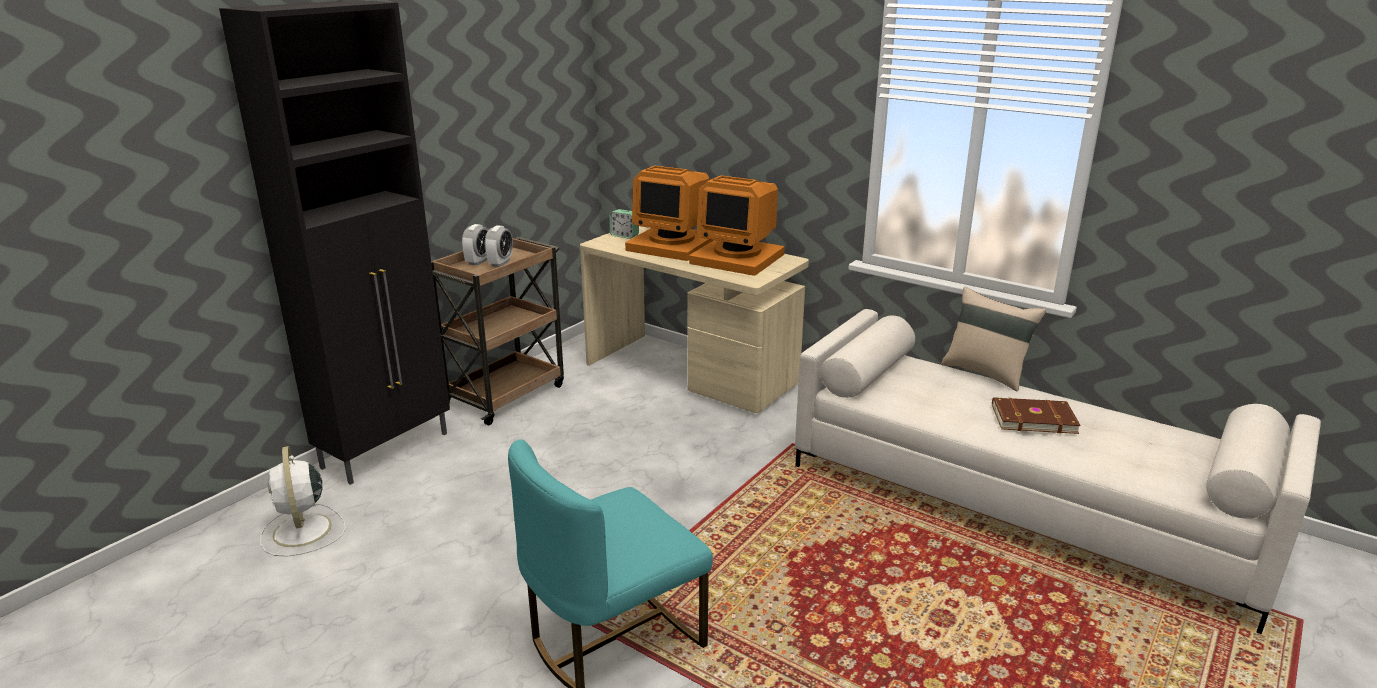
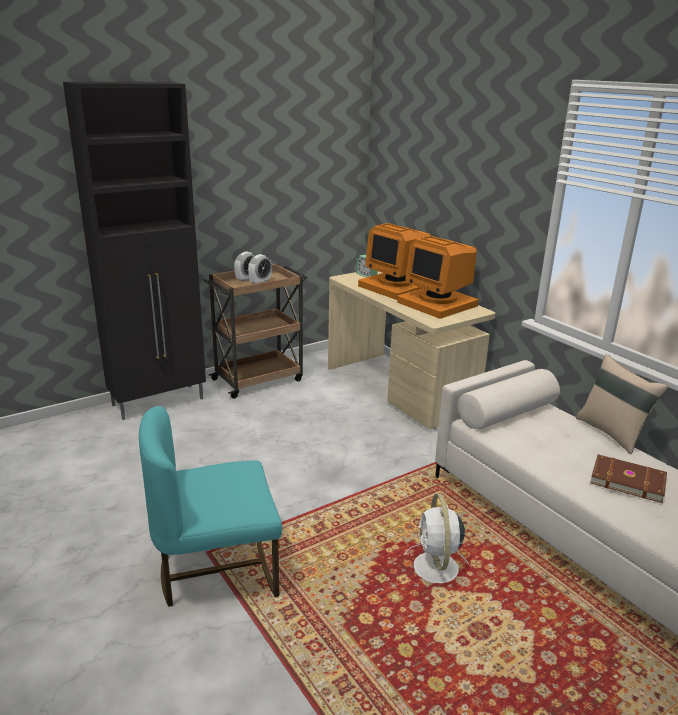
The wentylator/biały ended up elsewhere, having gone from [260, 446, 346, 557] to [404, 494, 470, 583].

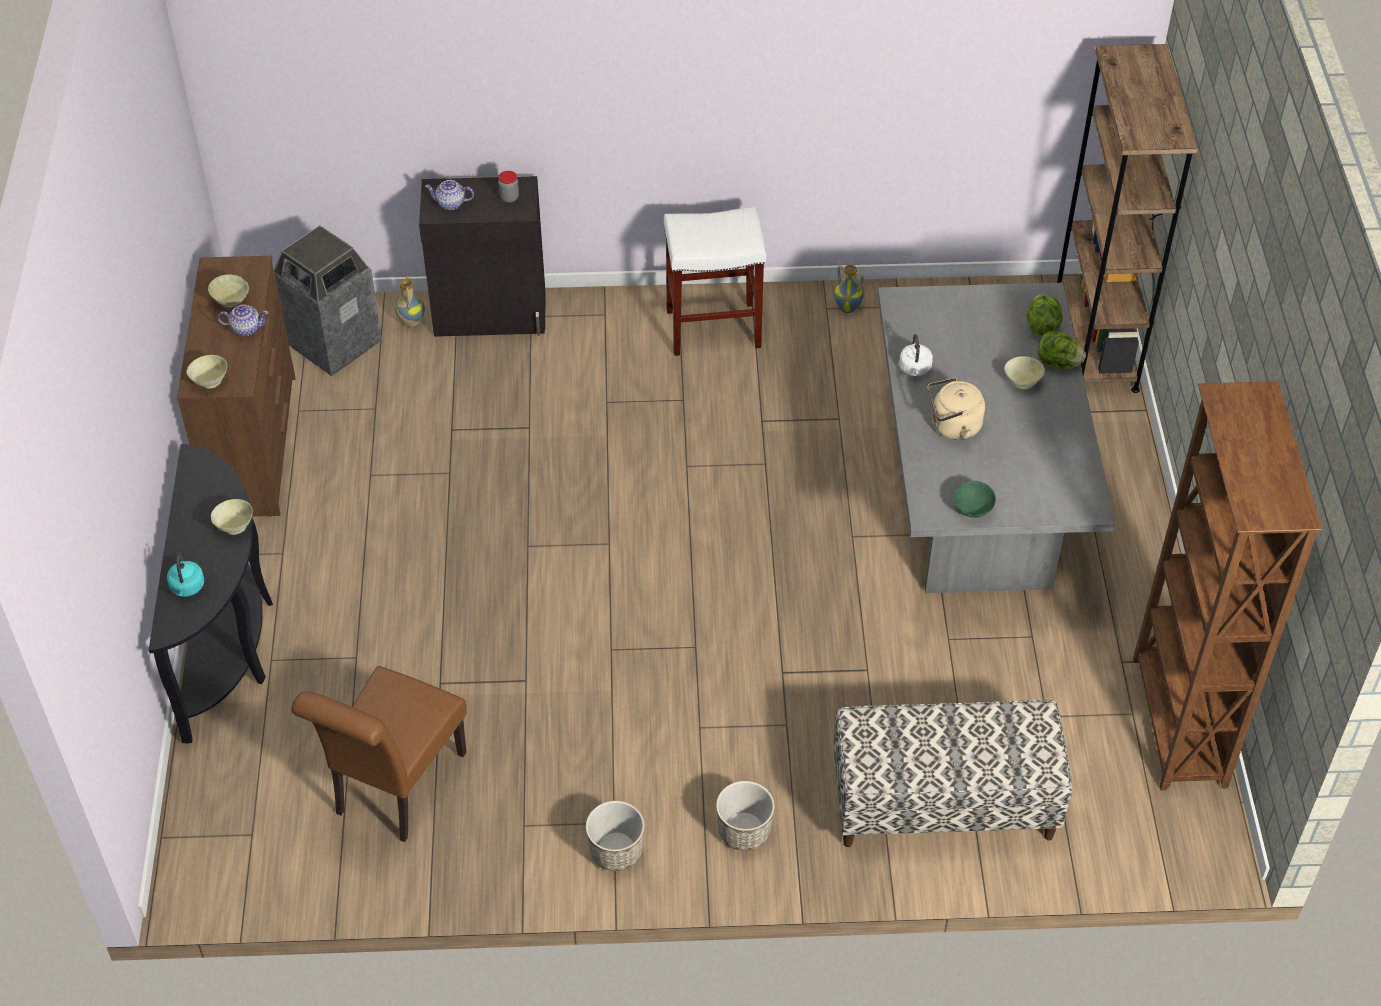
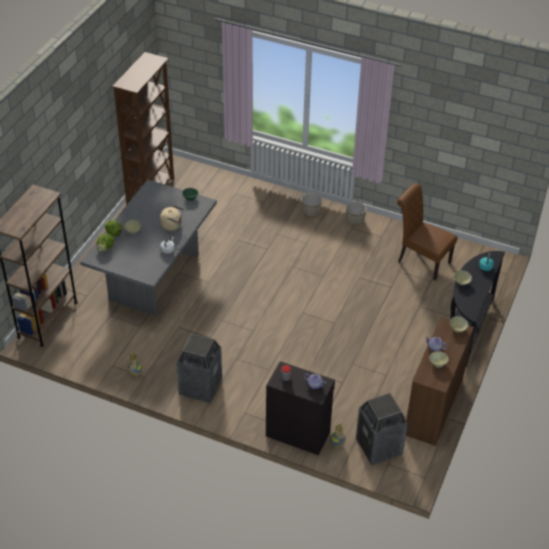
Where the stołek/biały stood at [664, 206, 766, 356], the kosz na śmieci came to stand at [176, 333, 222, 403].
The krzesło/brązowy at [292, 666, 467, 842] ended up facing another way, 105 degrees counterclockwise from before.
The second view lost the ławka at [833, 700, 1072, 847].

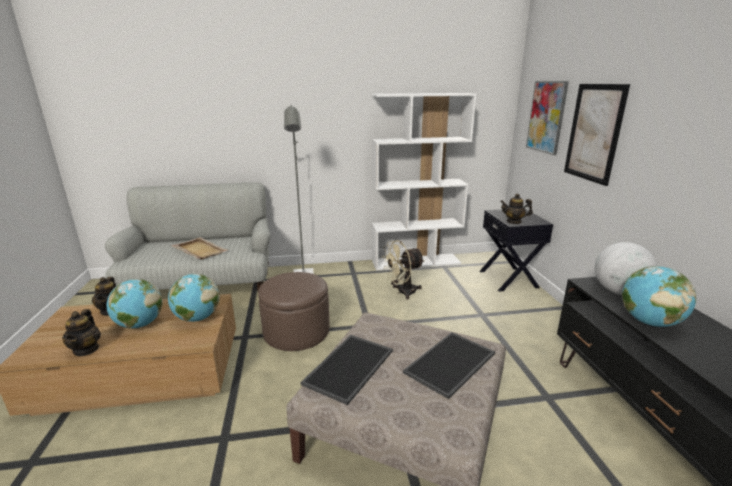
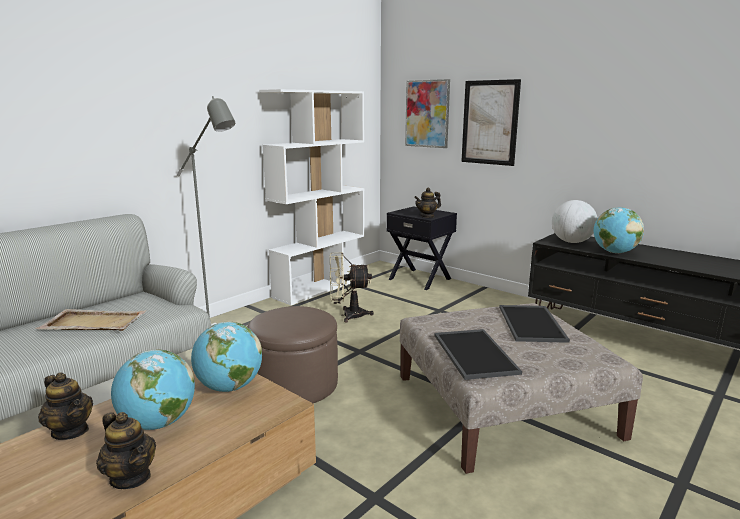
The wentylator/beżowy at [382, 240, 425, 300] ended up facing another way, 60 degrees clockwise from before.

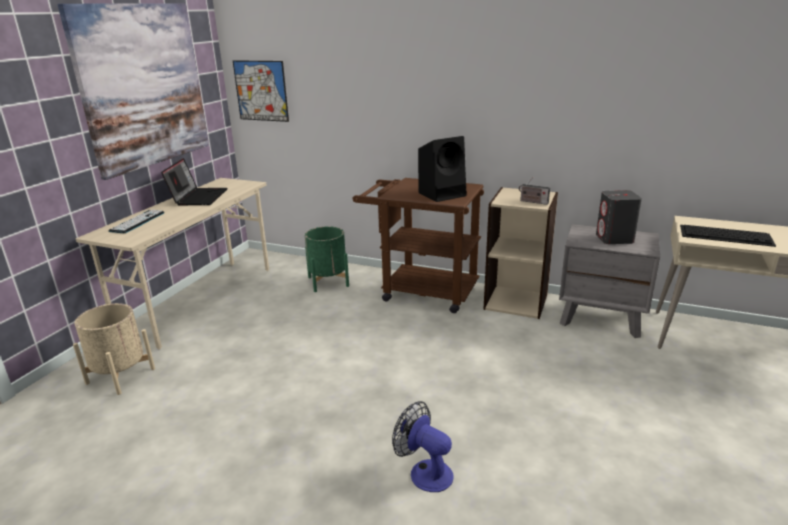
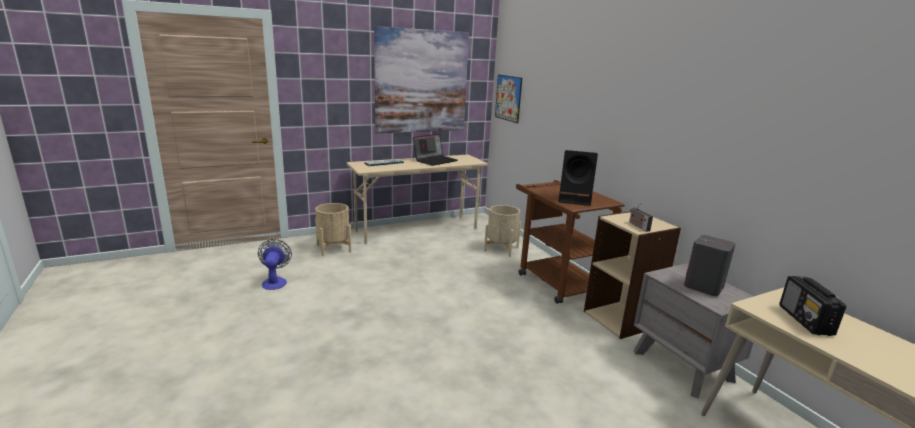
The wentylator ended up elsewhere, having gone from [392, 401, 454, 492] to [258, 239, 292, 290].
What was the donica/zielony at [305, 226, 349, 292] turned into the donica/beżowy at [484, 205, 521, 257].
Where the klawiatura stood at [680, 225, 776, 247], the radio came to stand at [779, 276, 846, 336].

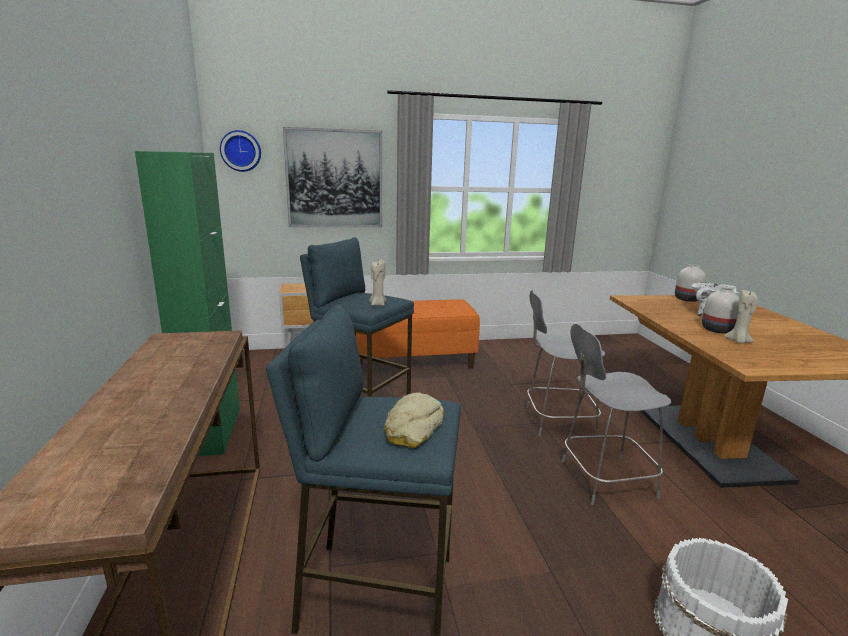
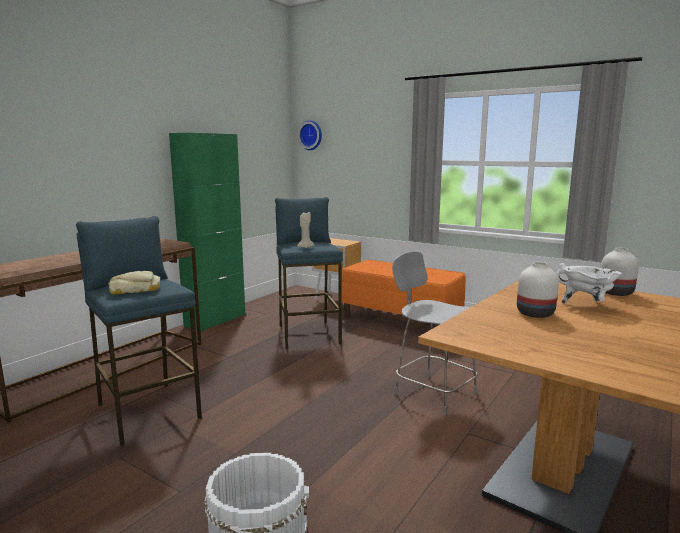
The second view lost the obraz at [283, 127, 382, 227].
The second view lost the krzesło/szary at [561, 324, 671, 505].
The second view lost the świeca/beżowy at [724, 290, 758, 344].

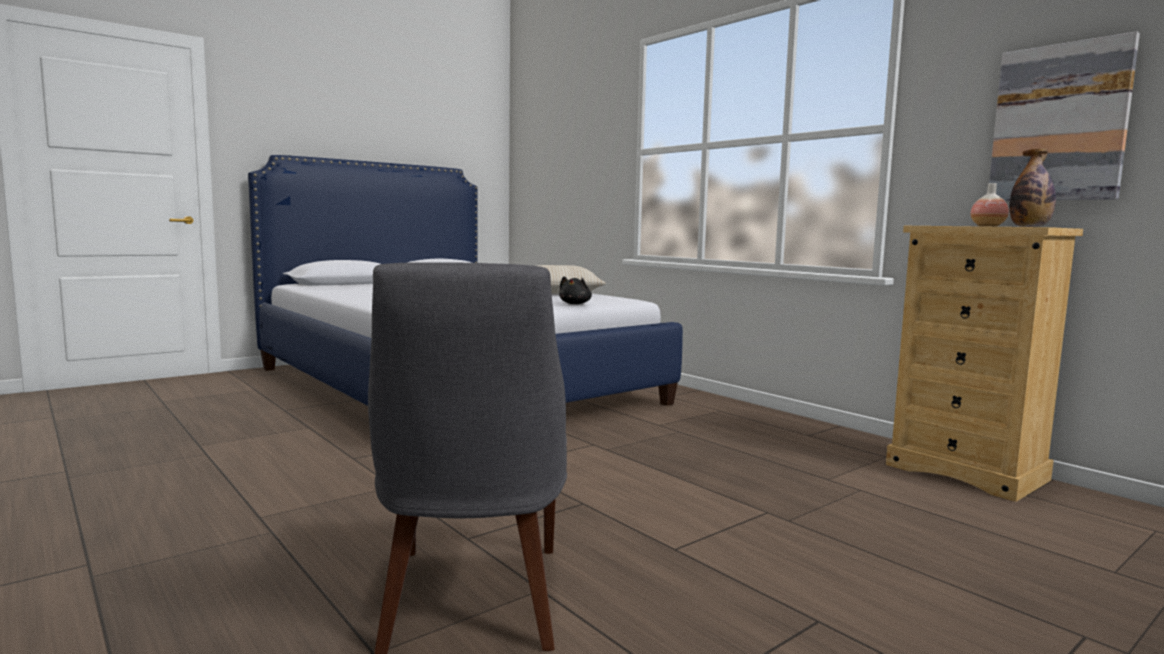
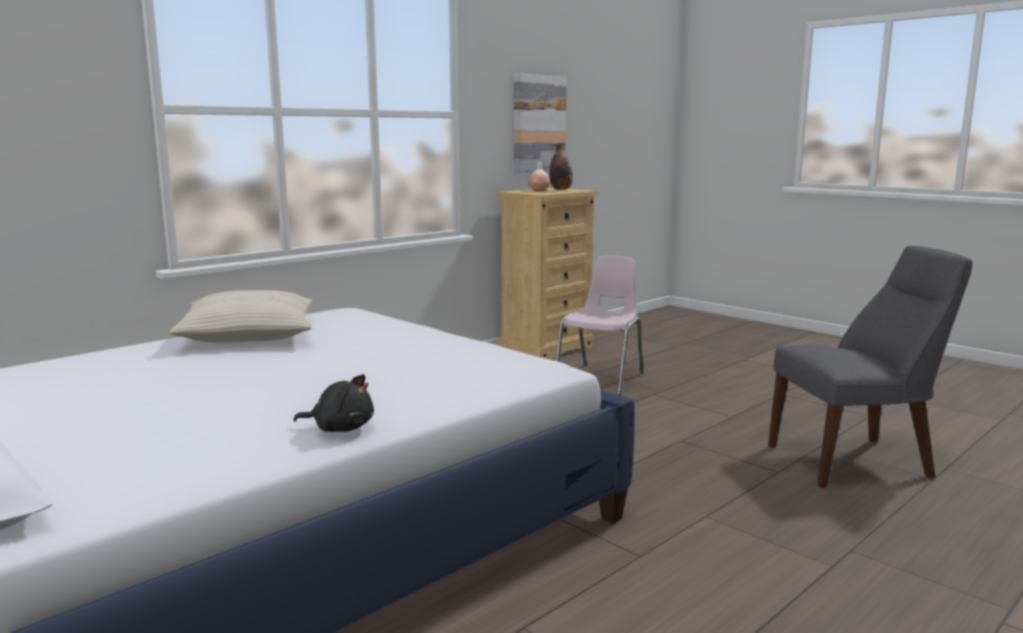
The pluszak/czarny ended up elsewhere, having gone from [559, 276, 592, 304] to [294, 374, 374, 432].
The second view gained the krzesło/różowy at [555, 256, 643, 396].

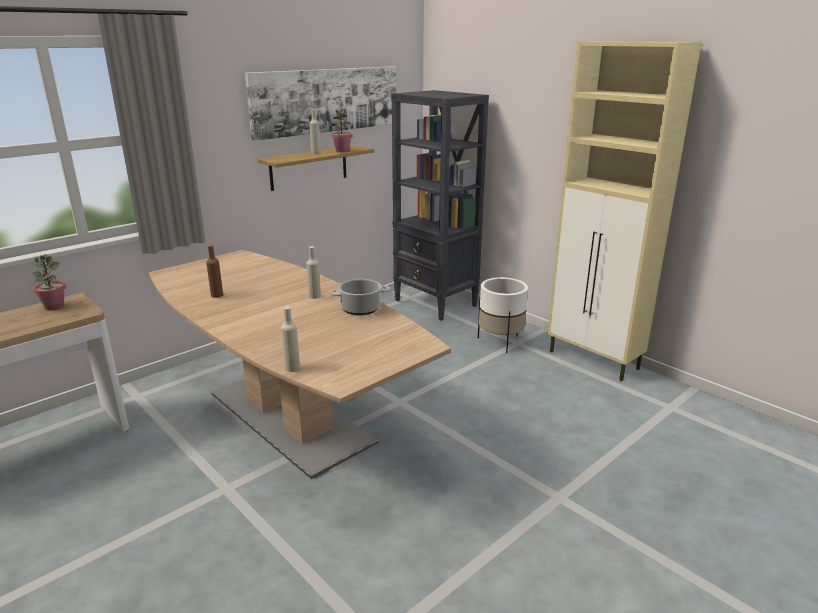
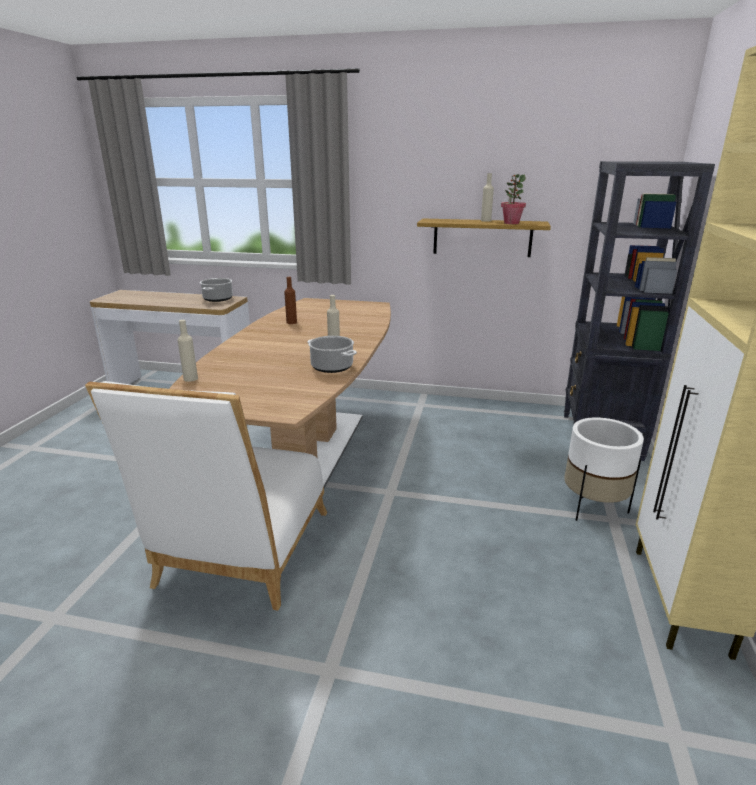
The second view gained the krzesło/biały at [85, 381, 327, 610].
Where the roślina doniczkowa stood at [32, 254, 66, 310], the garnek came to stand at [200, 278, 233, 302].
The second view lost the obraz at [245, 66, 396, 141].

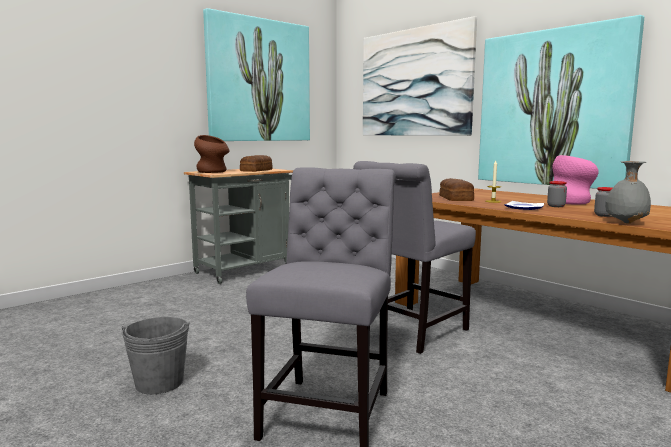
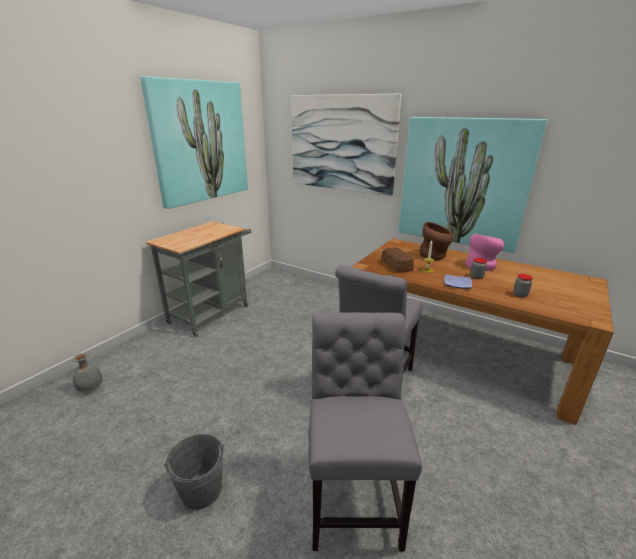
The wazon/szary ended up elsewhere, having gone from [605, 161, 651, 224] to [72, 353, 103, 391].
The wazon/brązowy ended up elsewhere, having gone from [194, 135, 229, 173] to [420, 222, 453, 260].
The second view lost the chleb at [240, 155, 273, 172].

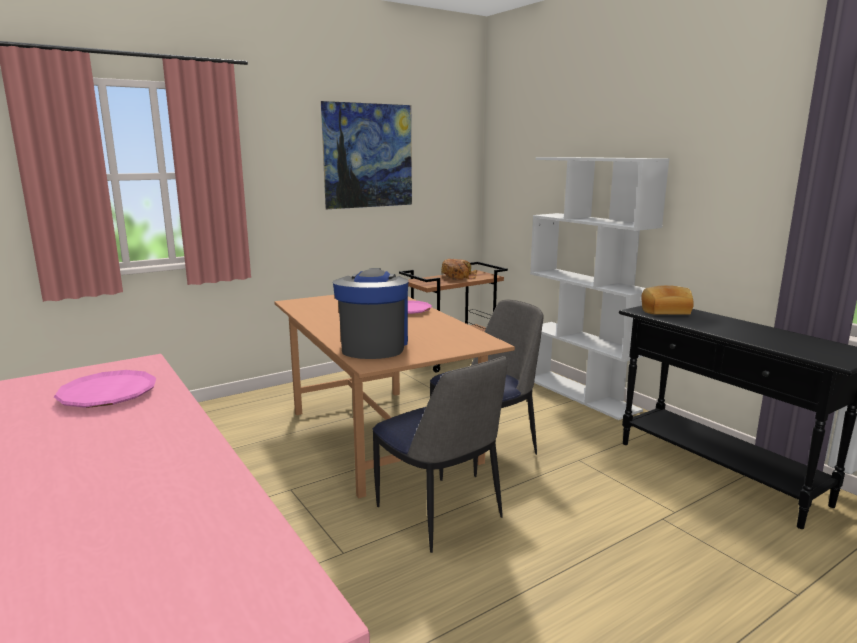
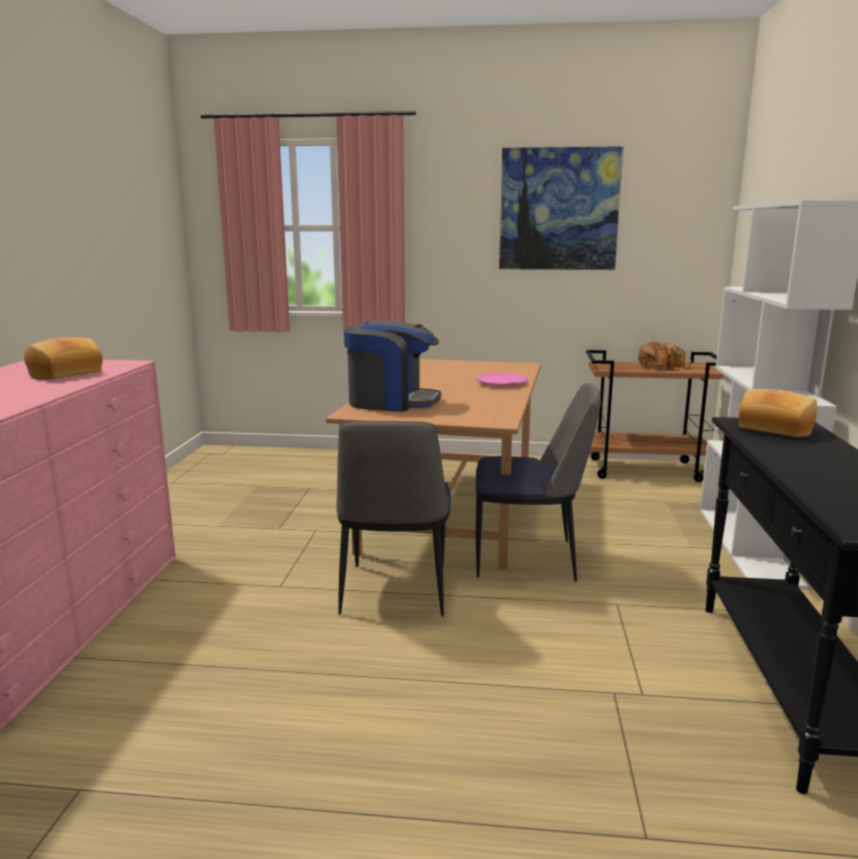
Where the talerz/różowy stood at [54, 370, 156, 408], the chleb came to stand at [24, 337, 103, 380].
The ekspres do kawy at [333, 268, 409, 359] ended up facing another way, 60 degrees clockwise from before.

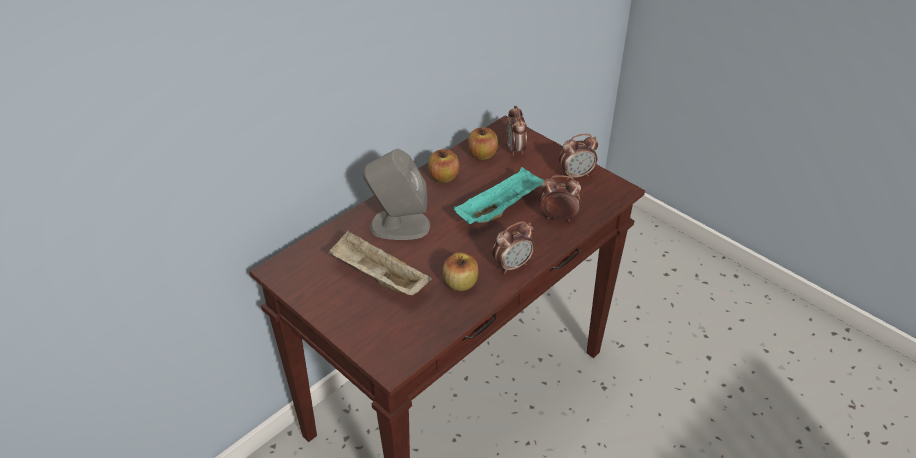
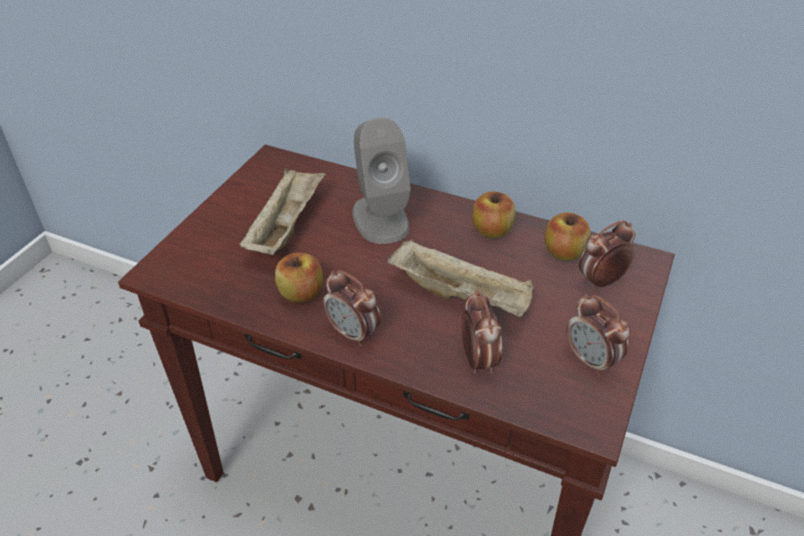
What was the taca/turkusowy at [454, 167, 545, 224] turned into the taca/beżowy at [388, 239, 534, 317].

